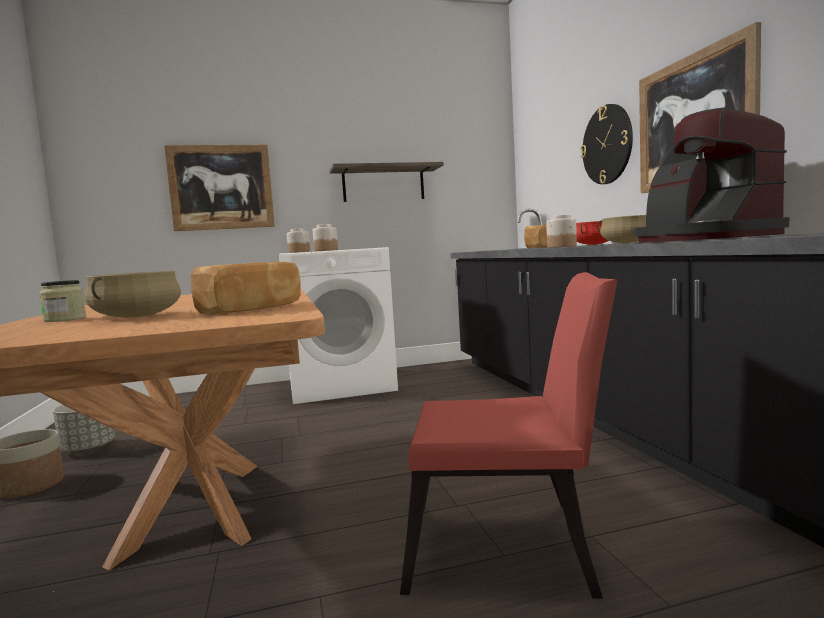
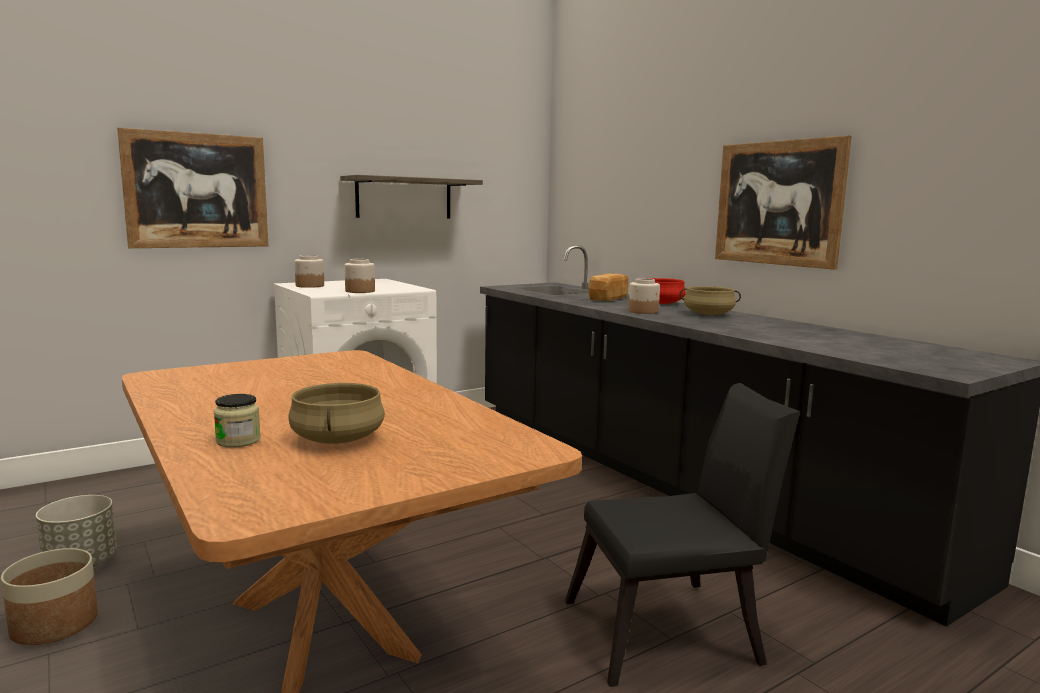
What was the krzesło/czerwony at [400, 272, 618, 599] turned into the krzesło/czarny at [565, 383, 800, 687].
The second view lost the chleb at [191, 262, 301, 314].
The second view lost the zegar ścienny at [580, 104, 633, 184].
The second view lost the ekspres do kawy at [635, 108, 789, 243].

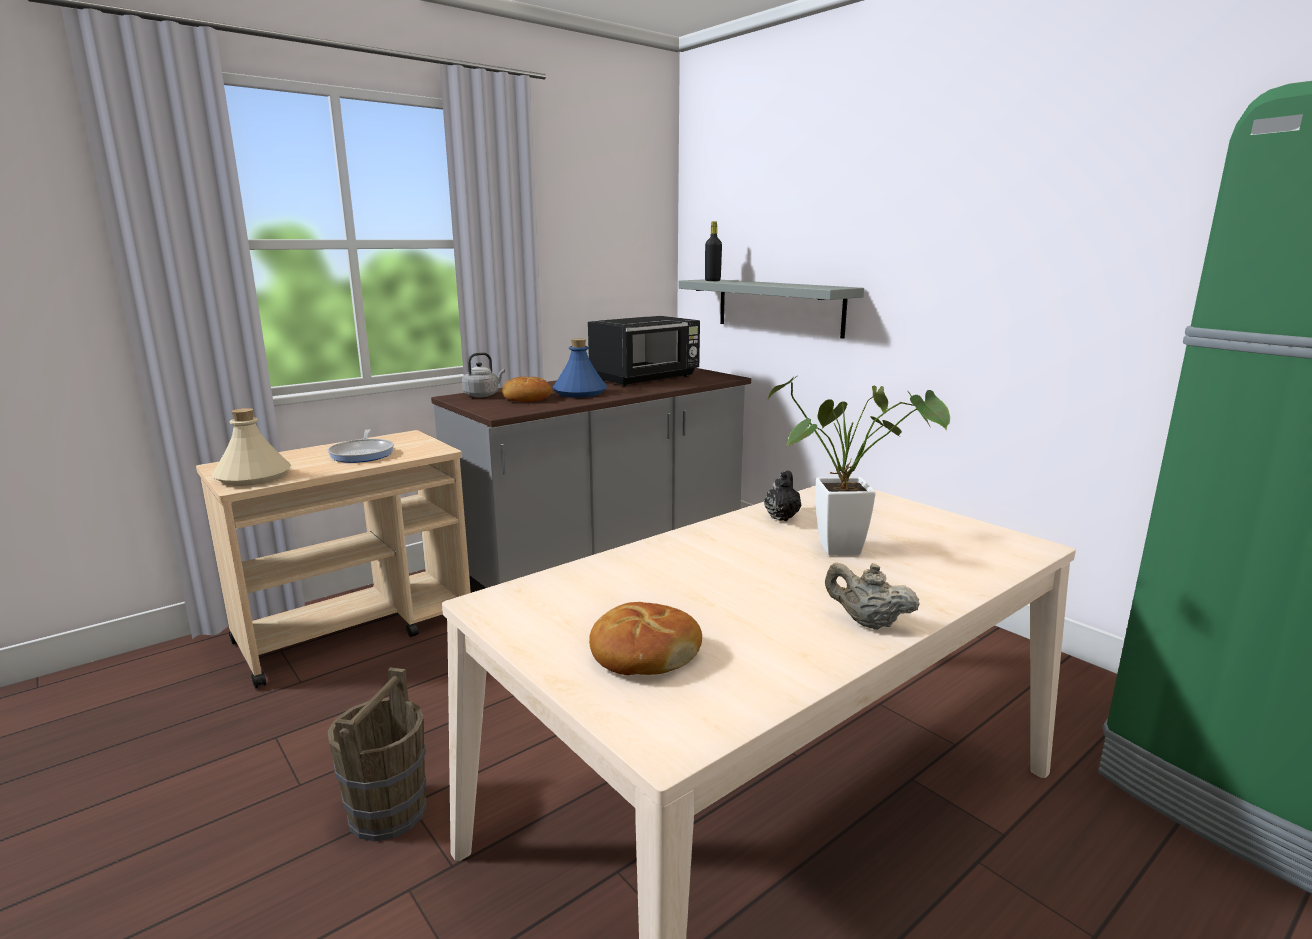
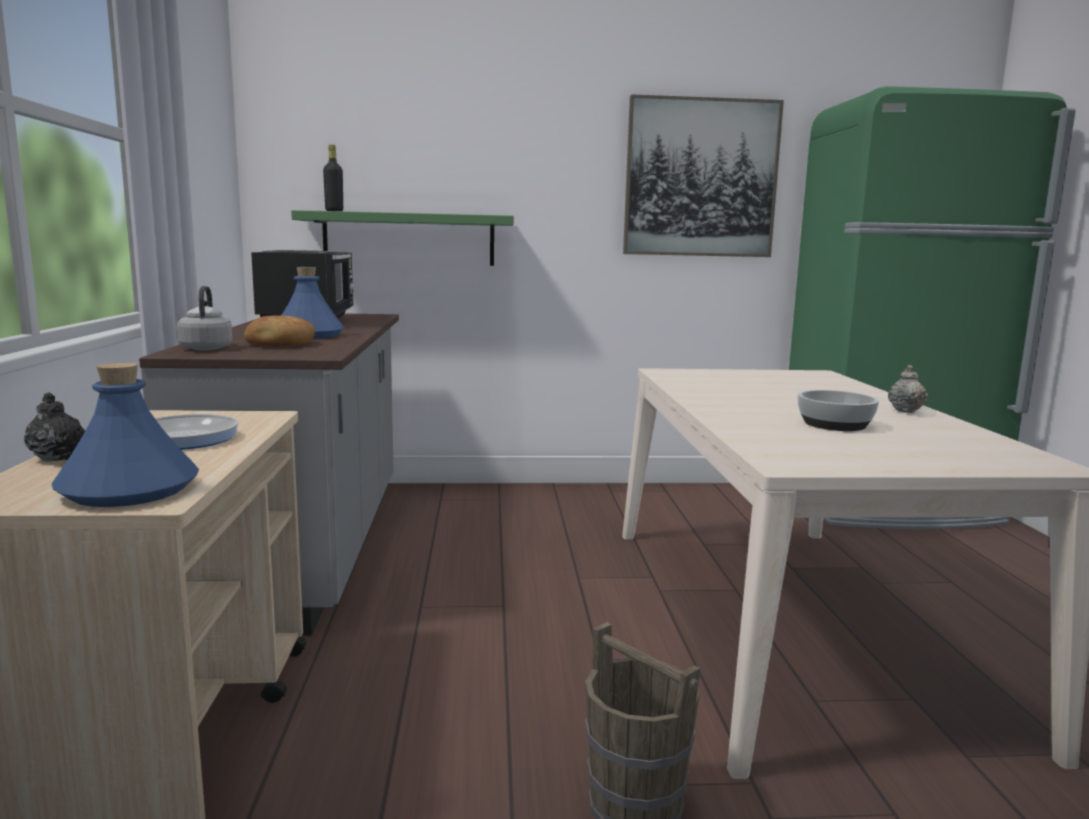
The imbryk/czarny ended up elsewhere, having gone from [764, 471, 801, 521] to [24, 392, 85, 462].
What was the butelka/beżowy at [212, 408, 291, 486] turned into the butelka/niebieski at [52, 363, 199, 507].
What was the półka/szary at [678, 279, 864, 339] turned into the półka/zielony at [291, 210, 514, 266].
The second view gained the obraz at [623, 95, 784, 257].
The second view gained the miska at [798, 390, 879, 431].
The imbryk/beżowy at [825, 563, 920, 630] ended up facing another way, 135 degrees clockwise from before.
The second view lost the chleb at [589, 602, 702, 675].
The second view lost the roślina doniczkowa at [768, 376, 950, 556].

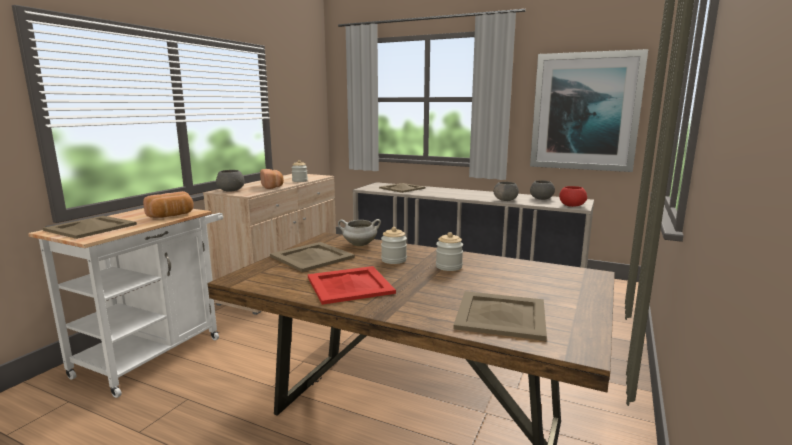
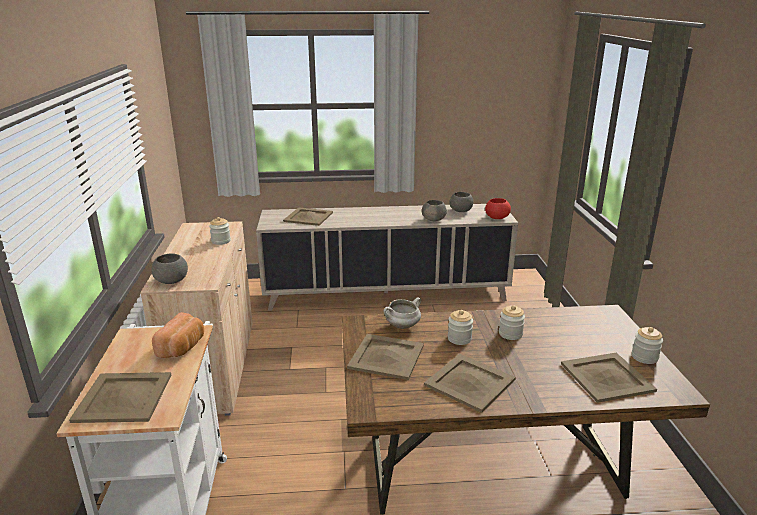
What was the taca/czerwony at [308, 266, 396, 305] turned into the taca/beżowy at [424, 354, 516, 413].
The second view gained the słoik at [632, 327, 663, 364].
The second view lost the chleb at [260, 169, 284, 189].
The second view lost the obraz at [530, 49, 648, 172].

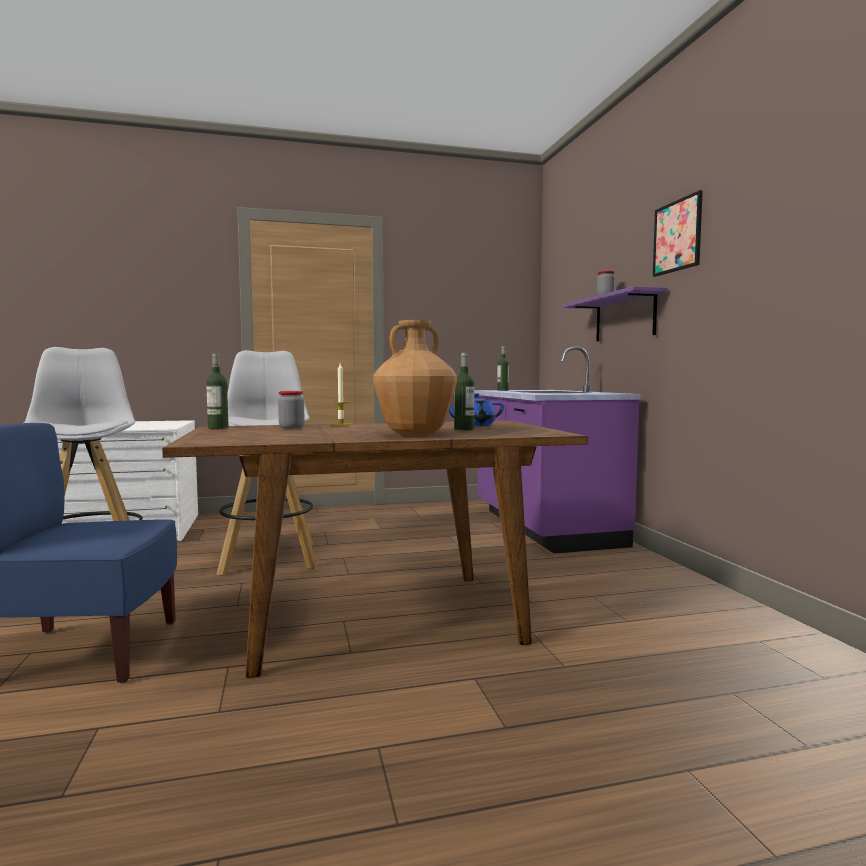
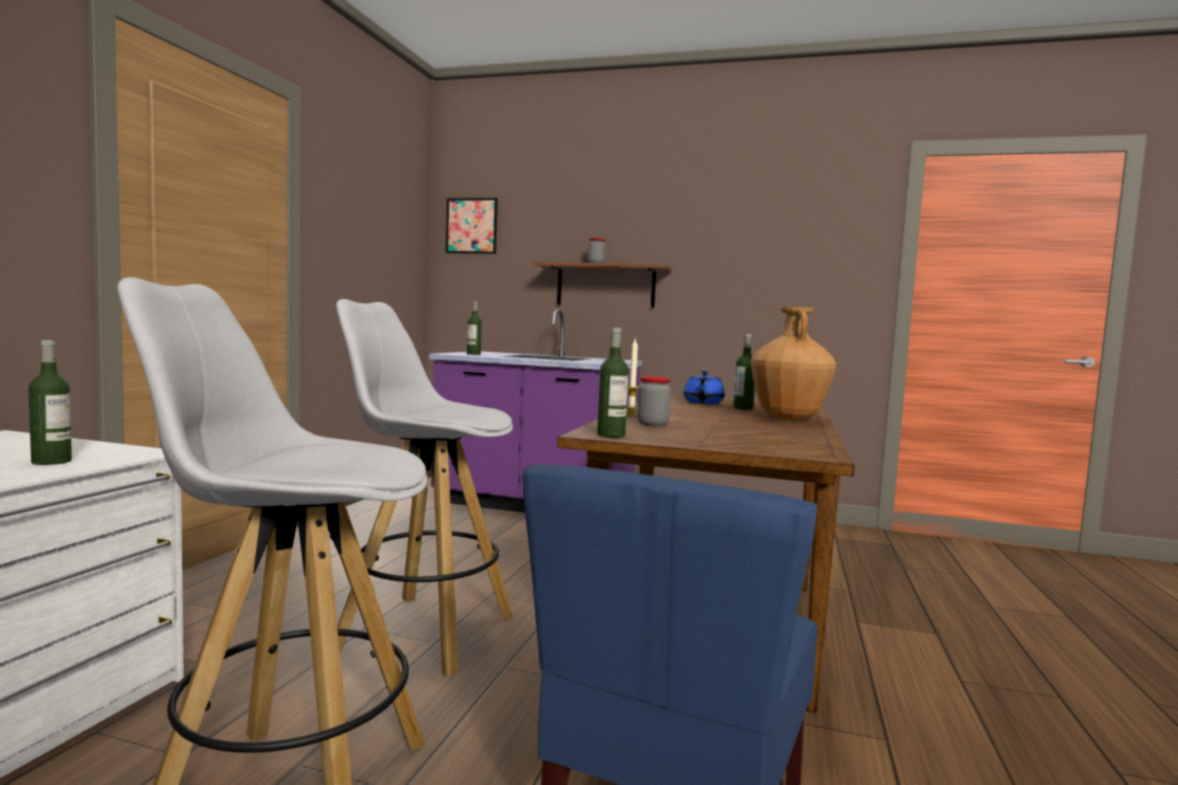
The second view gained the butelka at [28, 340, 72, 465].
The obraz ended up elsewhere, having gone from [653, 190, 703, 277] to [446, 198, 498, 254].
What was the półka/fioletowy at [563, 286, 668, 342] turned into the półka/brązowy at [534, 262, 671, 308].

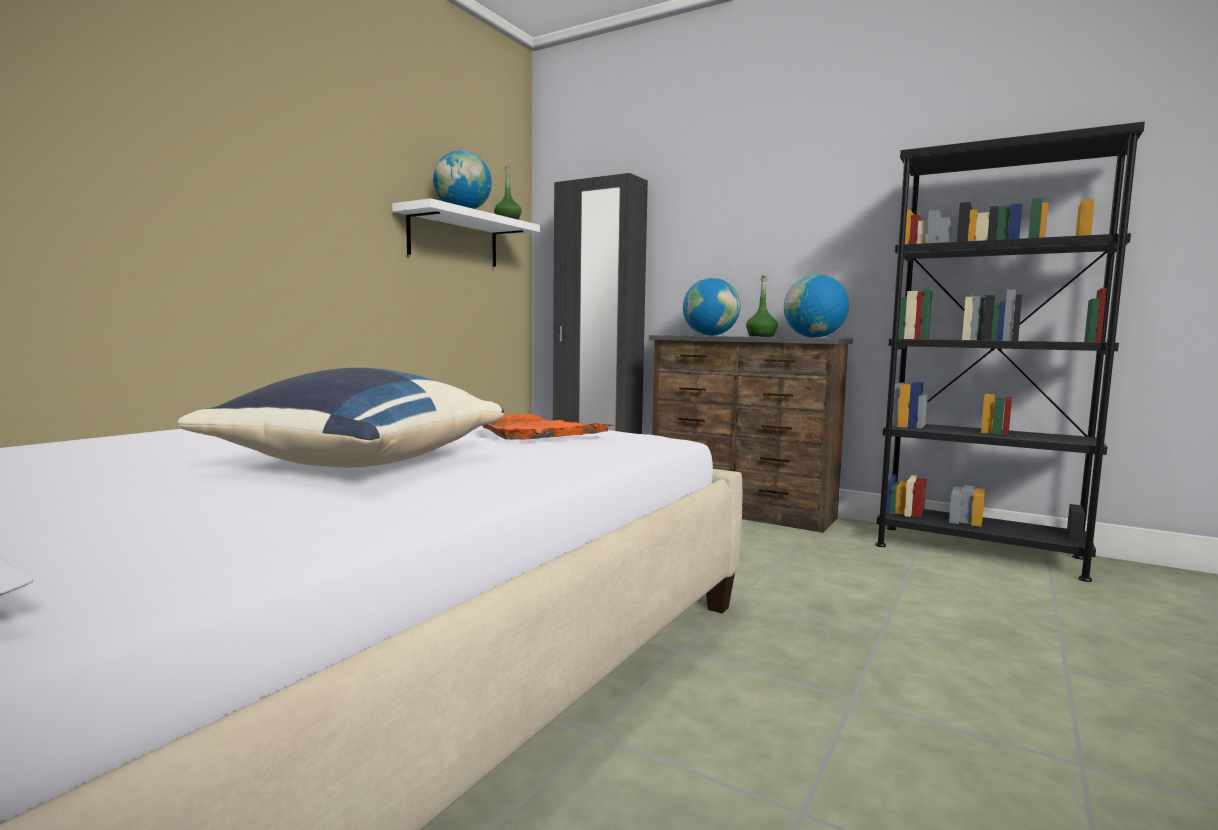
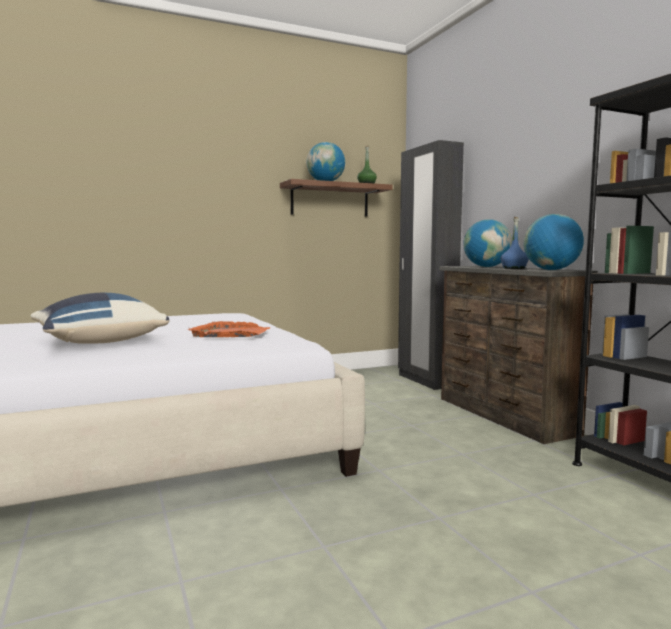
What was the półka/biały at [392, 198, 540, 267] turned into the półka/brązowy at [280, 179, 393, 217].
What was the butelka/zielony at [746, 276, 778, 337] turned into the butelka/niebieski at [500, 217, 529, 269].

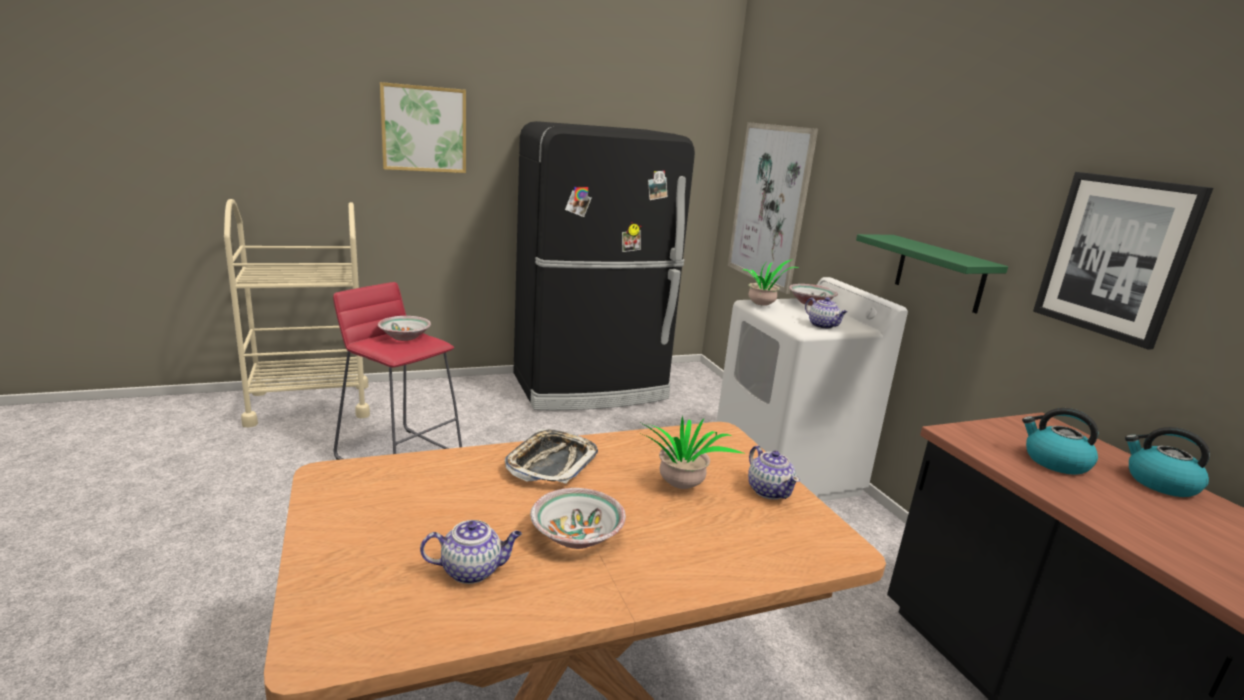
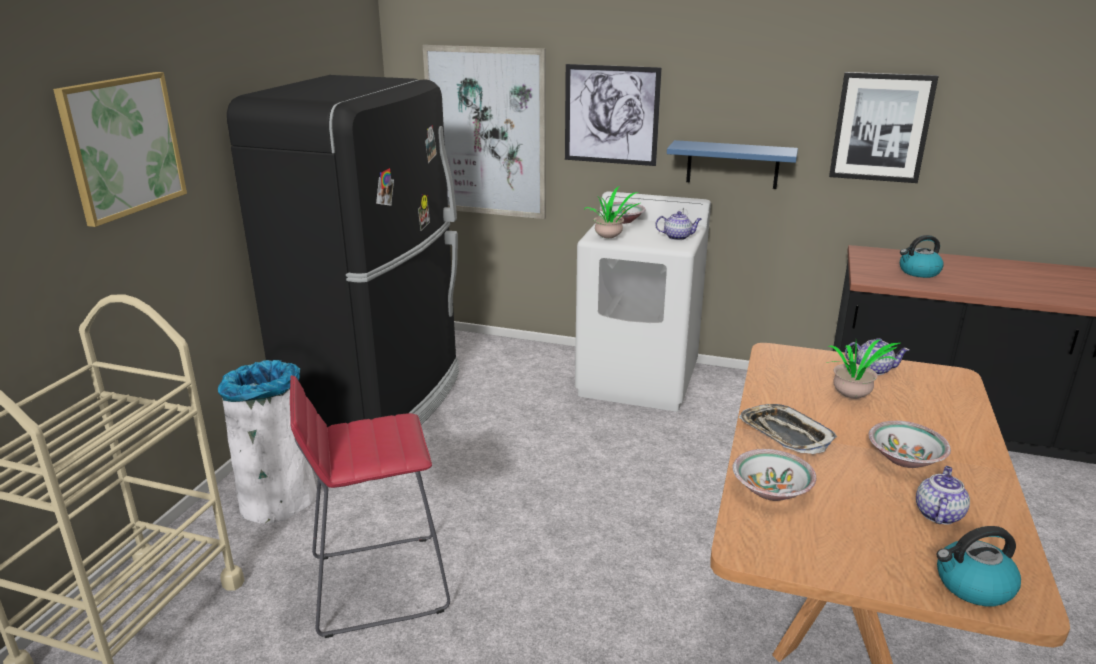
The second view gained the kosz na śmieci/biały at [218, 360, 317, 524].
The second view gained the obraz at [565, 64, 662, 166].
What was the półka/zielony at [856, 234, 1008, 313] turned into the półka/niebieski at [667, 140, 798, 189].
The miska ended up elsewhere, having gone from [378, 316, 431, 341] to [732, 449, 816, 501].
The czajnik ended up elsewhere, having gone from [1125, 427, 1210, 497] to [936, 526, 1021, 606].

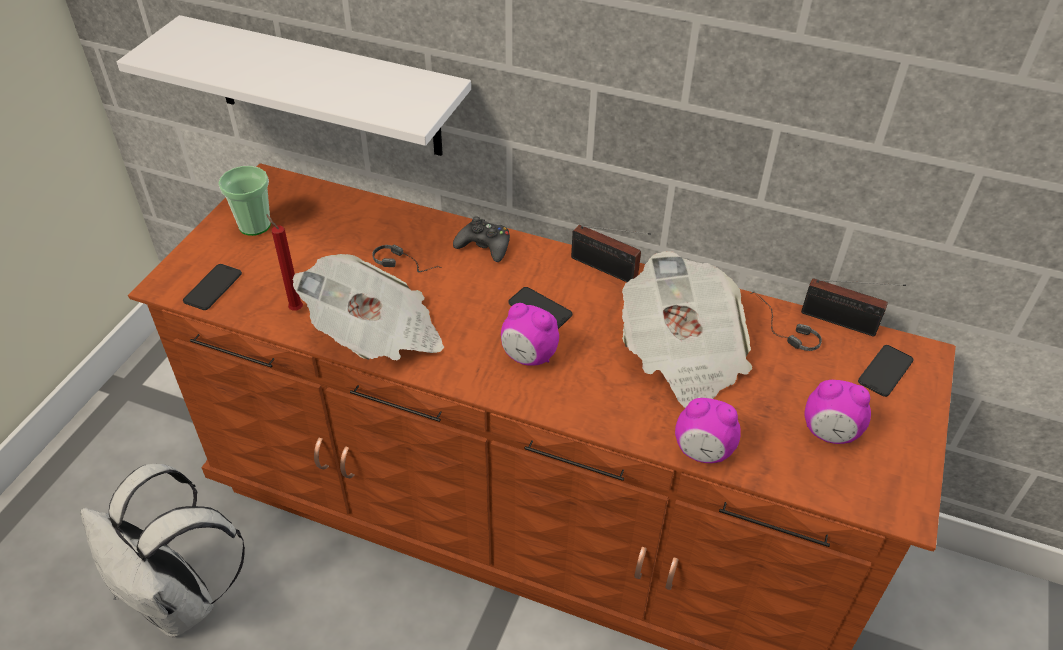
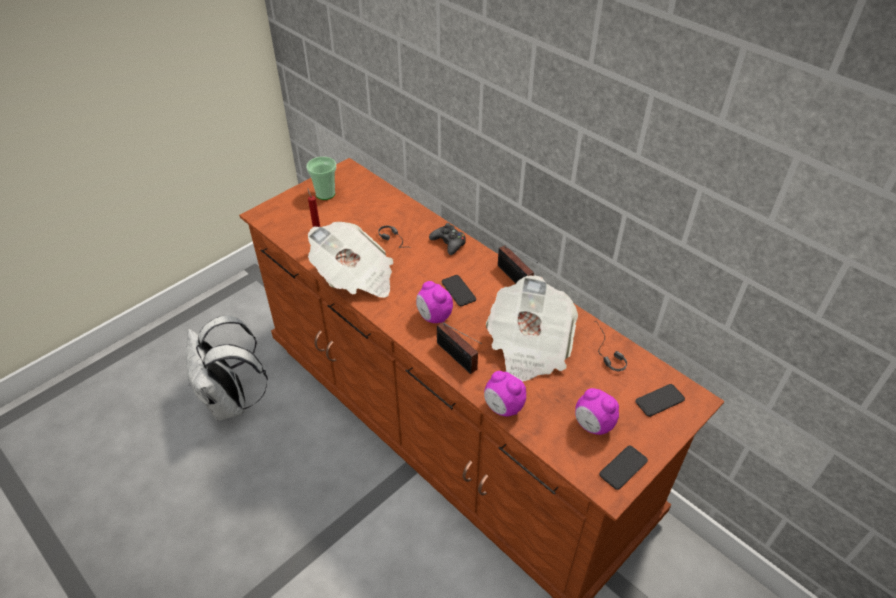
The radio ended up elsewhere, having gone from [801, 278, 906, 337] to [437, 322, 482, 374].
The telefon ended up elsewhere, having gone from [183, 264, 242, 310] to [599, 445, 648, 490].
The second view lost the półka/biały at [117, 15, 471, 156].

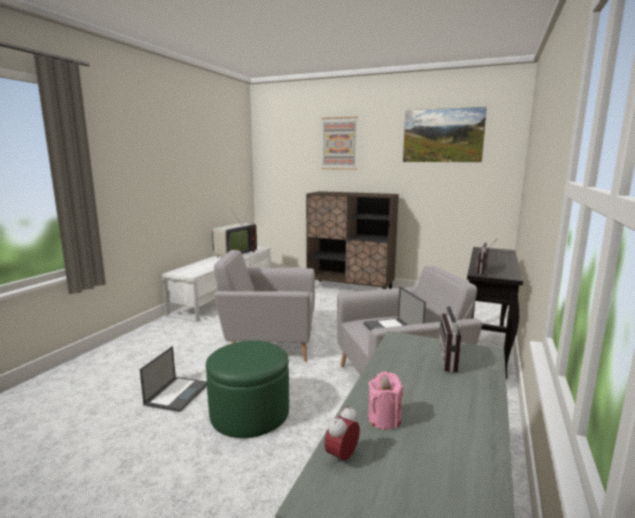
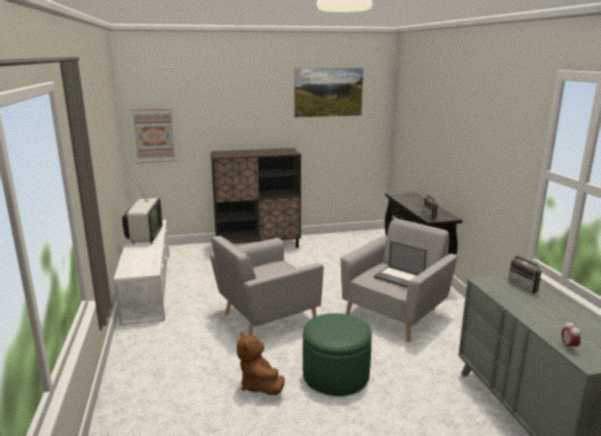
The obraz ended up elsewhere, having gone from [321, 117, 358, 170] to [131, 109, 177, 163].
Where the laptop stood at [140, 346, 207, 412], the pluszak/brązowy came to stand at [237, 332, 285, 395].
The second view lost the świeca/różowy at [368, 372, 403, 429].

